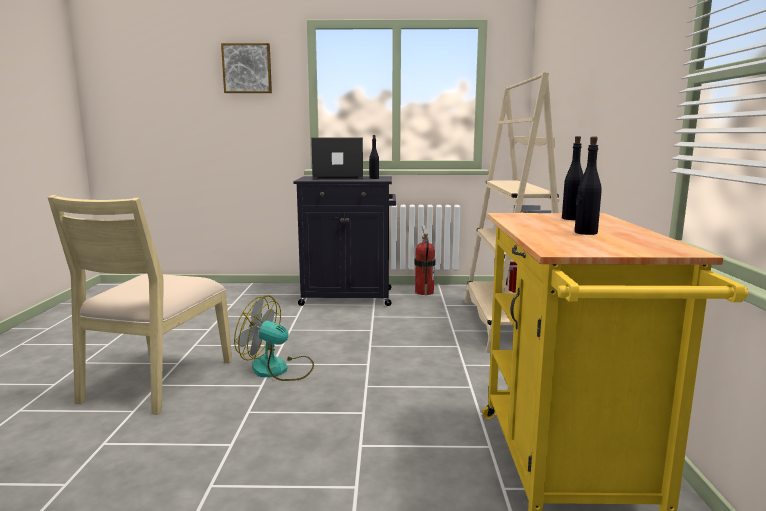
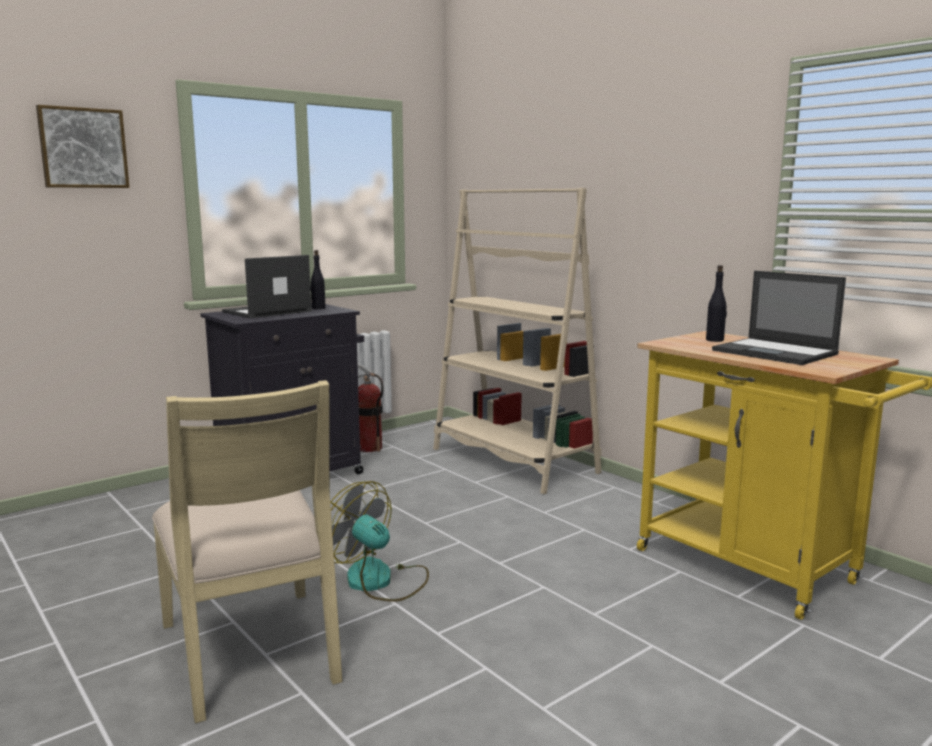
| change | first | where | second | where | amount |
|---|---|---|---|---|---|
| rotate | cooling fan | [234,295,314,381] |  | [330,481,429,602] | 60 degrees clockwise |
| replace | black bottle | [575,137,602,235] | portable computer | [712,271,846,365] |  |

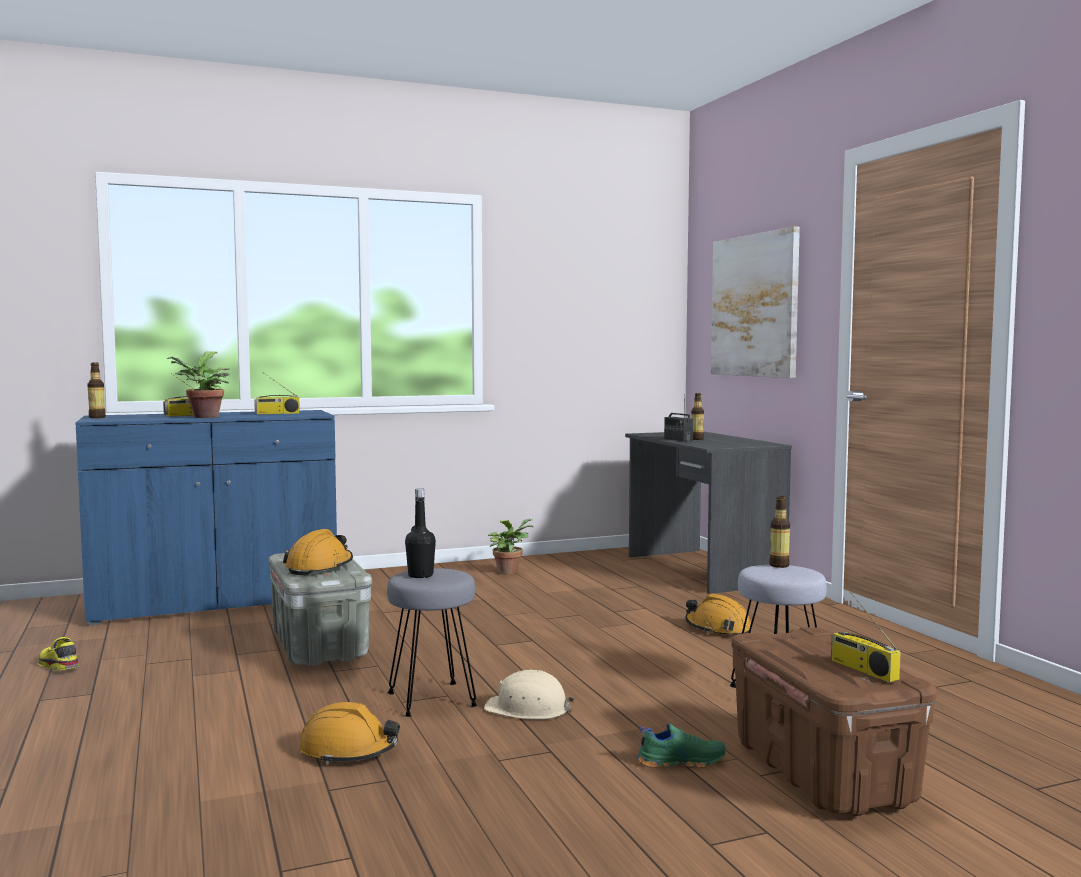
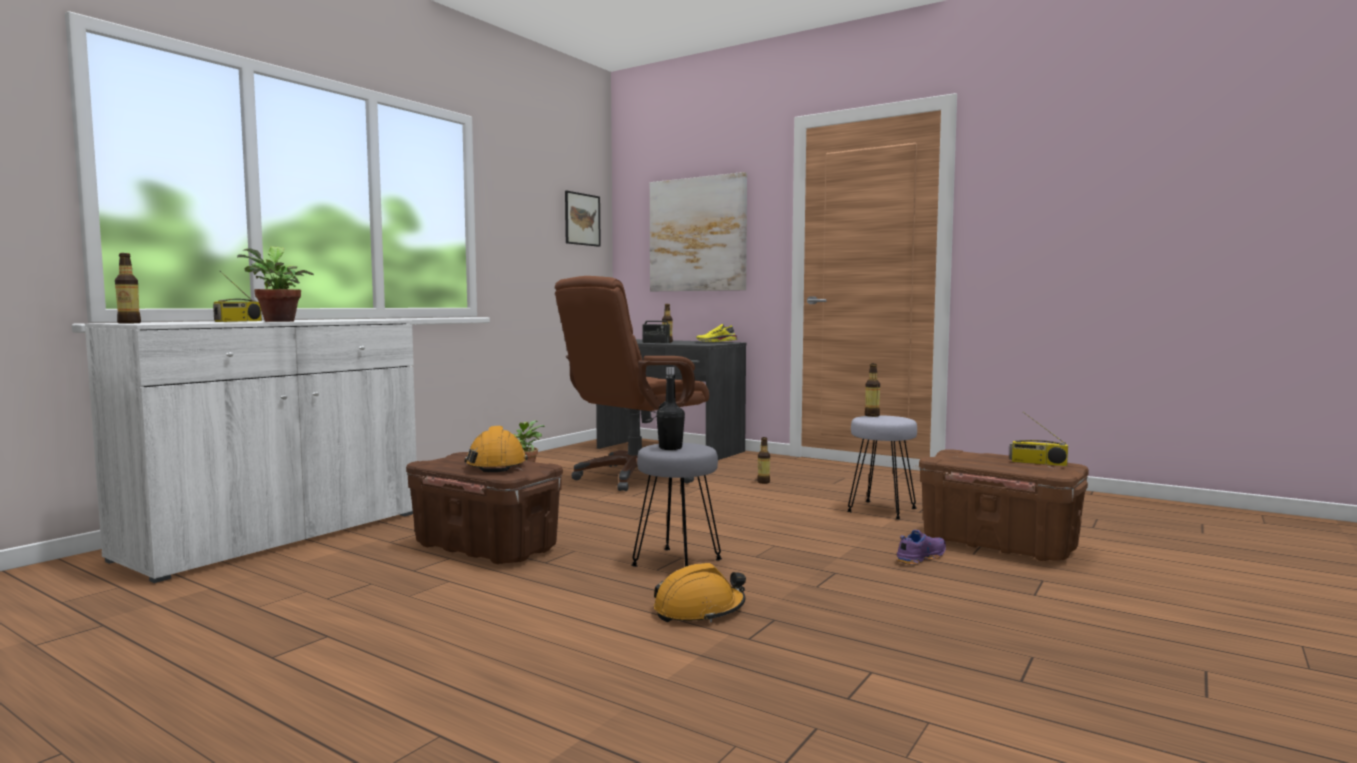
| change | first | where | second | where | amount |
|---|---|---|---|---|---|
| recolor | blue-coloured cabinet | [75,410,337,626] | white cabinet | [85,319,417,583] |  |
| recolor | greyish storage container | [269,553,372,666] | brownish storage container | [406,452,563,564] |  |
| insert |  |  | brownish computer chair | [555,276,709,491] |  |
| insert |  |  | wall art | [565,191,601,247] |  |
| move | yellow low shoe | [38,637,79,670] |  | [696,324,737,342] |  |
| replace | orange-coloured hard hat | [685,594,752,635] | bottle | [757,437,770,484] |  |
| recolor | green-coloured low shoe | [637,723,726,768] | purple-coloured low shoe | [896,530,946,565] |  |
| delete | radio | [254,373,300,414] |  |  |  |
| delete | sand-coloured hard hat | [484,670,574,720] |  |  |  |

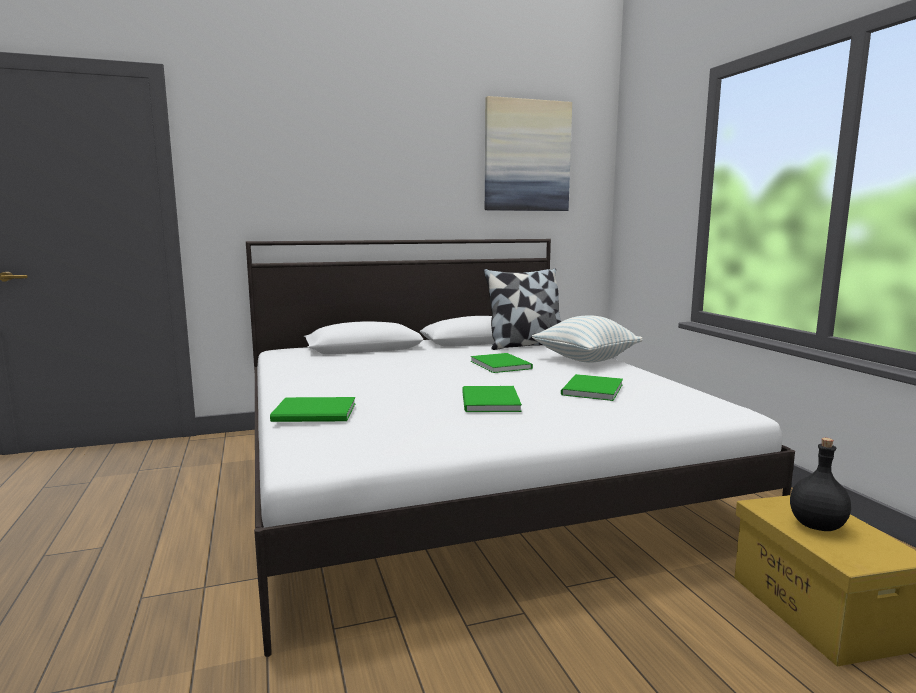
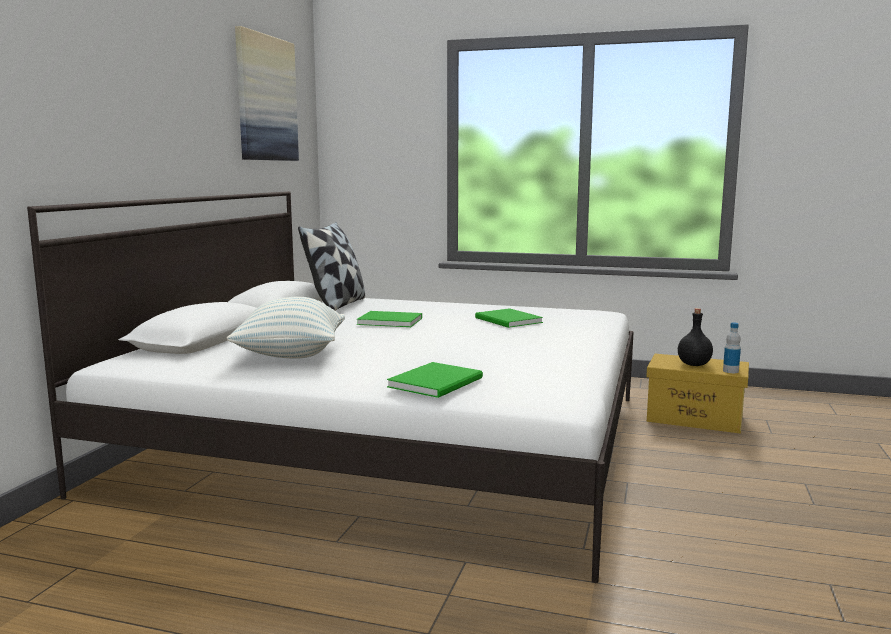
| change | first | where | second | where | amount |
|---|---|---|---|---|---|
| move | throw pillow | [532,316,643,363] |  | [227,297,345,359] |  |
| insert |  |  | bottle | [723,322,741,373] |  |
| delete | green-coloured book | [462,386,522,412] |  |  |  |

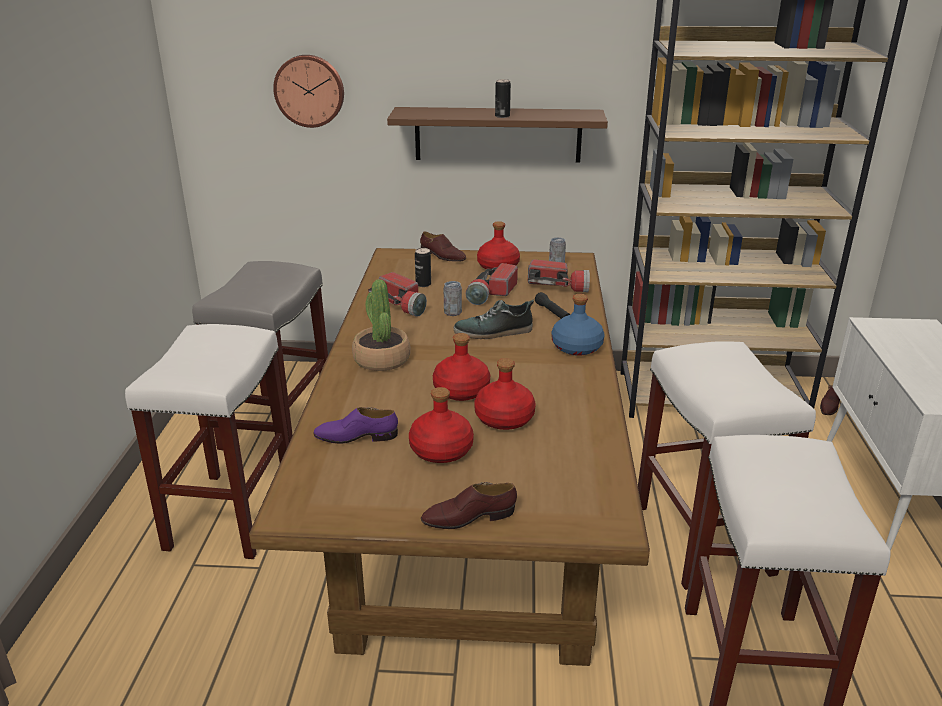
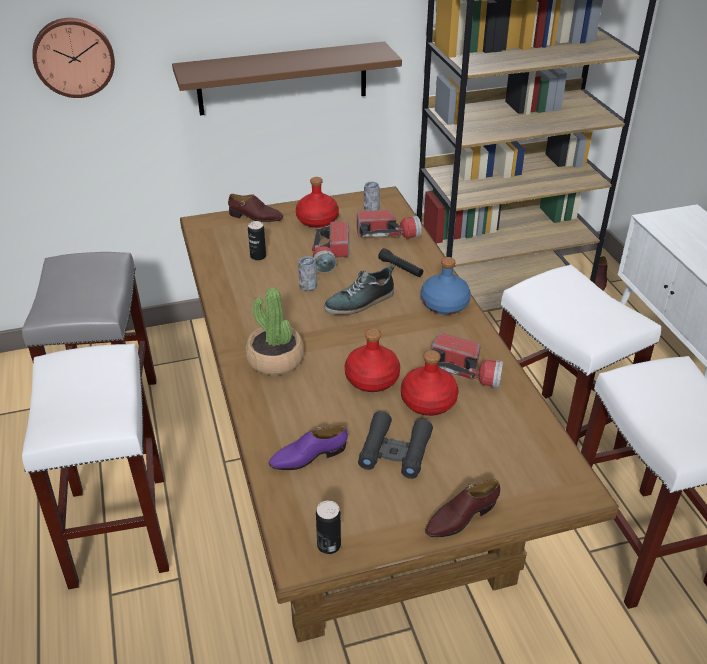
| change | first | where | second | where | amount |
|---|---|---|---|---|---|
| move | can | [495,79,511,118] |  | [316,501,341,554] |  |
| replace | reddish bottle | [409,387,474,463] | black binoculars | [358,411,433,479] |  |
| move | flashlight | [368,272,427,317] |  | [431,333,503,388] |  |

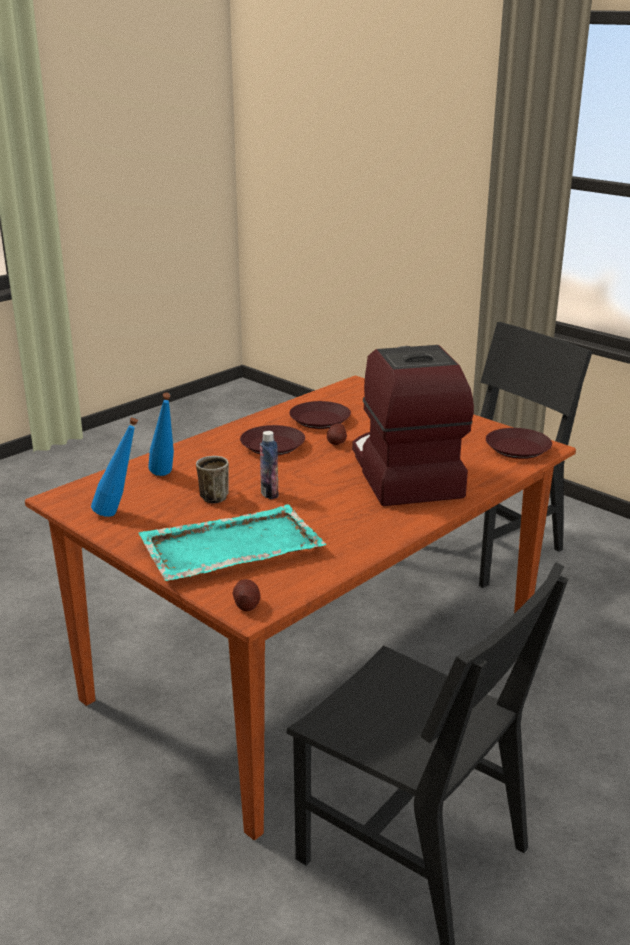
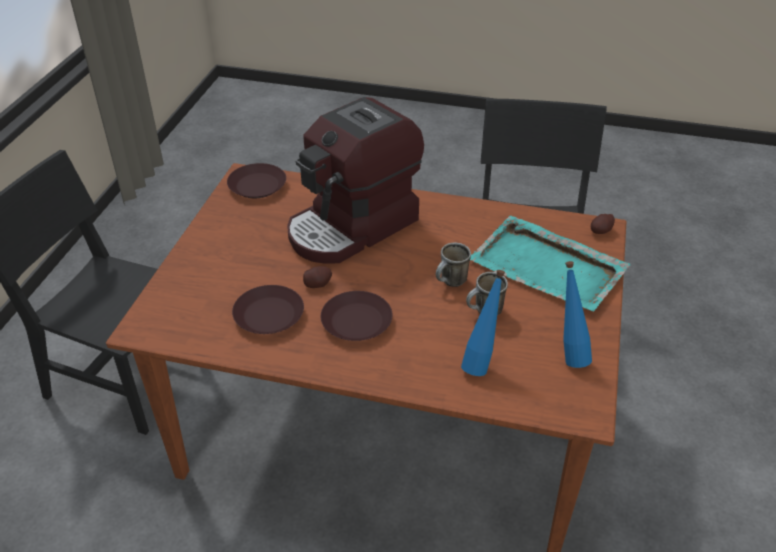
| change | first | where | second | where | amount |
|---|---|---|---|---|---|
| replace | bottle | [260,431,278,499] | mug | [436,242,471,287] |  |

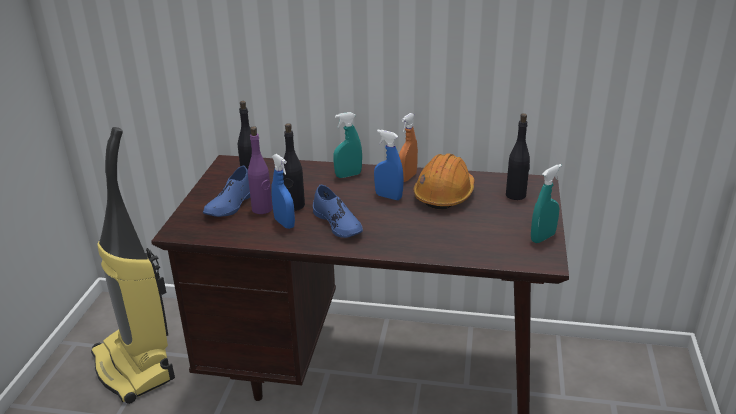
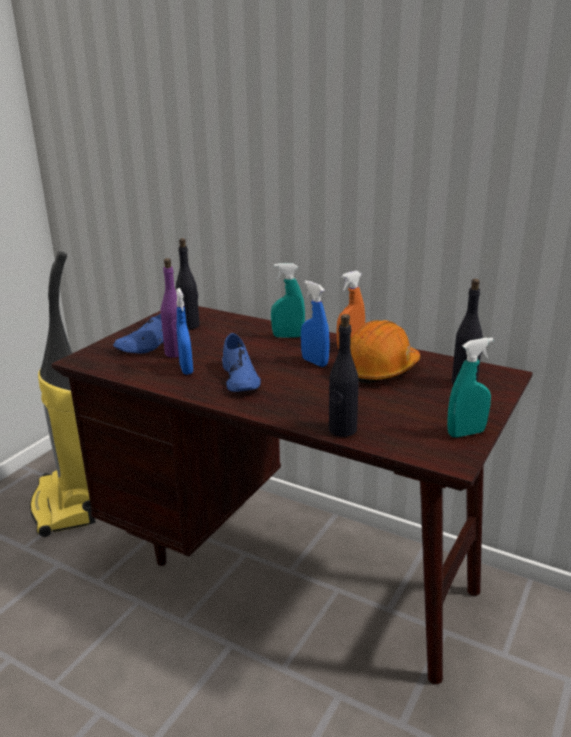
| change | first | where | second | where | amount |
|---|---|---|---|---|---|
| move | black bottle | [283,123,305,211] |  | [329,314,359,437] |  |

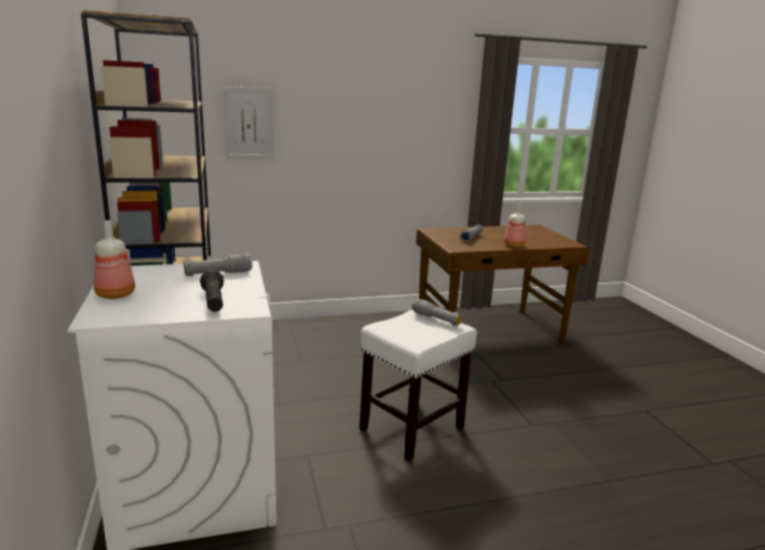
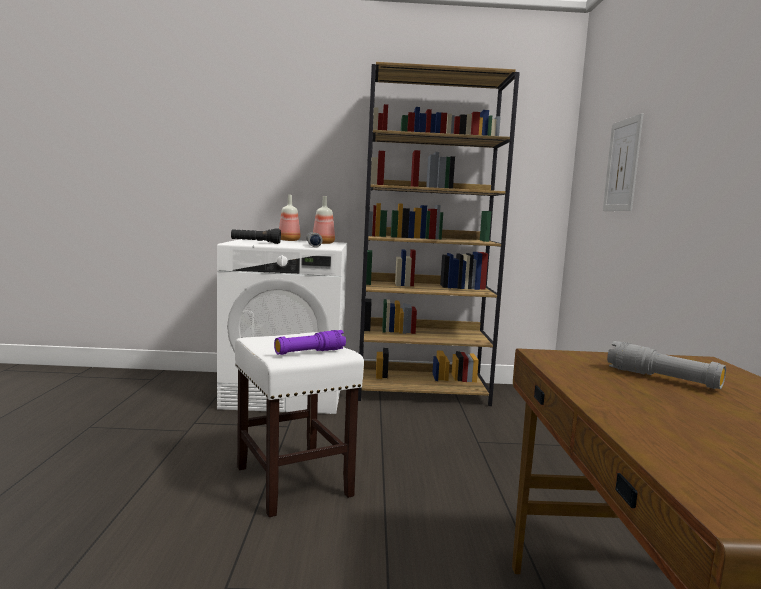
| change | first | where | second | where | amount |
|---|---|---|---|---|---|
| recolor | greyish flashlight | [412,298,462,326] | purple-coloured flashlight | [274,330,346,355] |  |
| move | bottle | [504,203,526,247] |  | [313,196,335,244] |  |

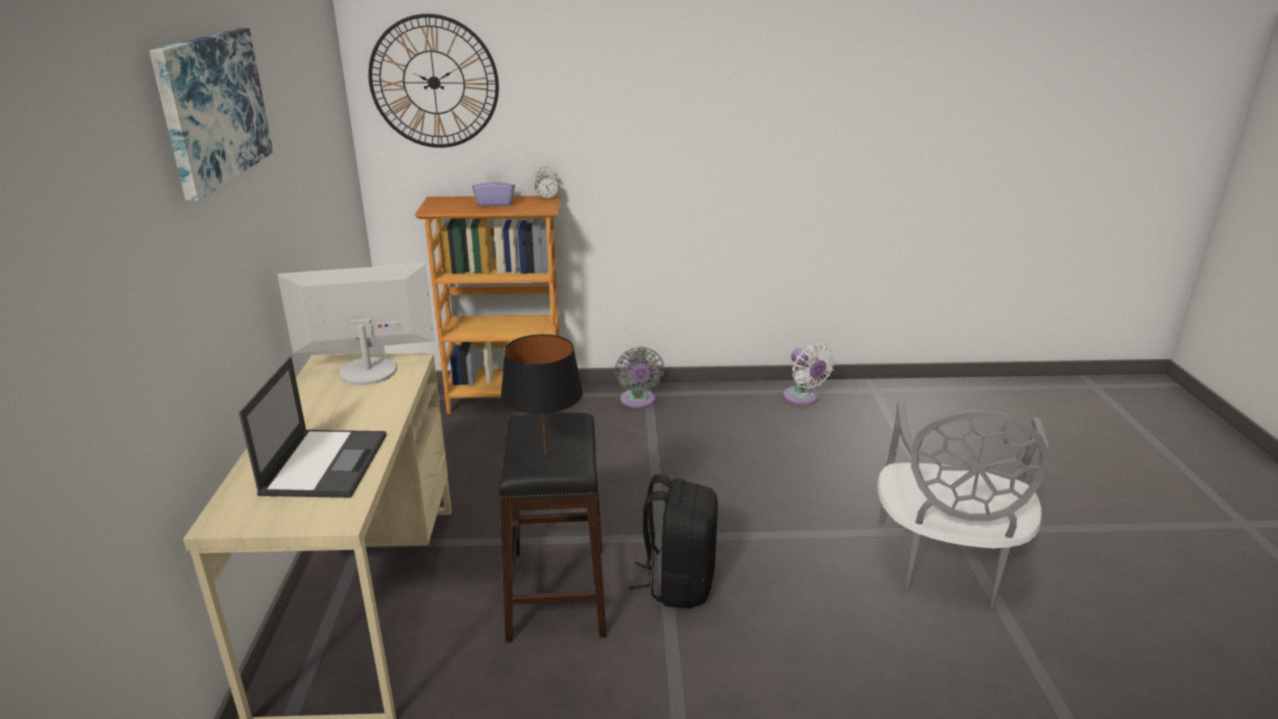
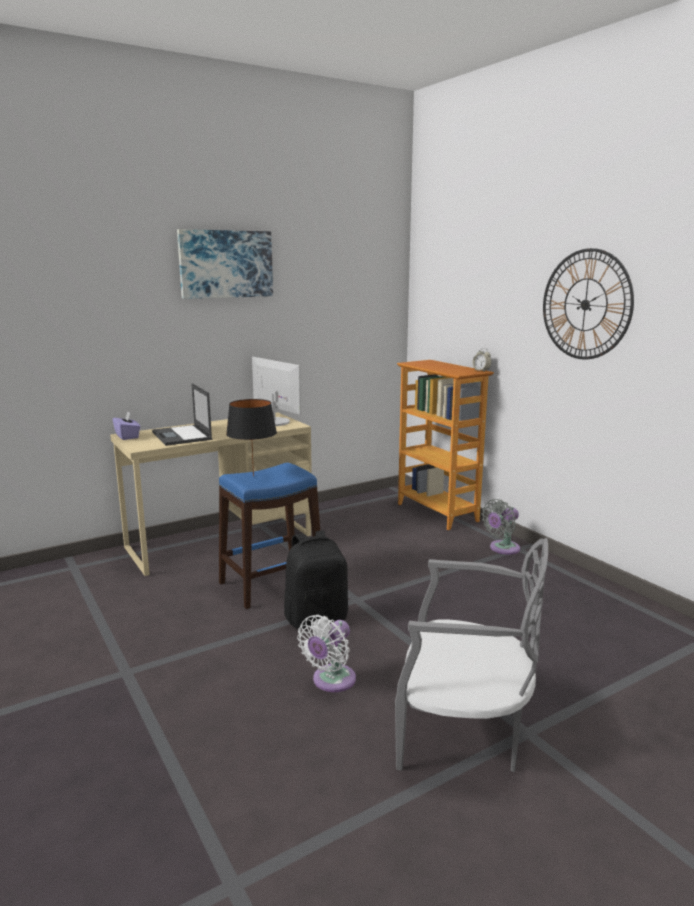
| change | first | where | second | where | amount |
|---|---|---|---|---|---|
| move | purple-coloured box of tissues | [472,172,515,206] |  | [113,411,140,440] |  |
| rotate | portable computer | [239,357,386,498] |  | [152,383,212,446] | 90 degrees clockwise |
| recolor | black stool seat | [499,413,606,643] | blue-coloured stool seat | [219,463,320,609] |  |
| move | white cooling fan | [783,343,835,405] |  | [297,615,356,692] |  |
| rotate | greyish chair | [877,401,1049,608] |  | [395,538,548,772] | 150 degrees counterclockwise |
| move | clock on the wall | [368,14,499,148] |  | [543,248,634,359] |  |

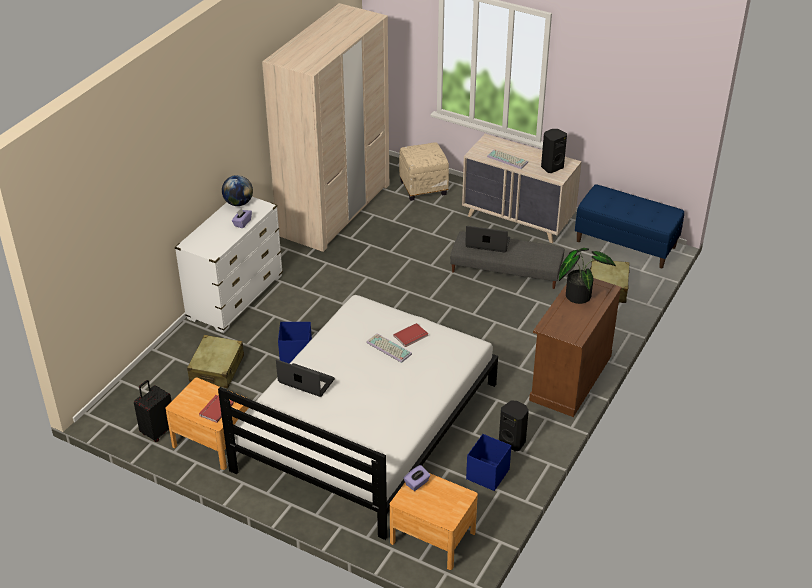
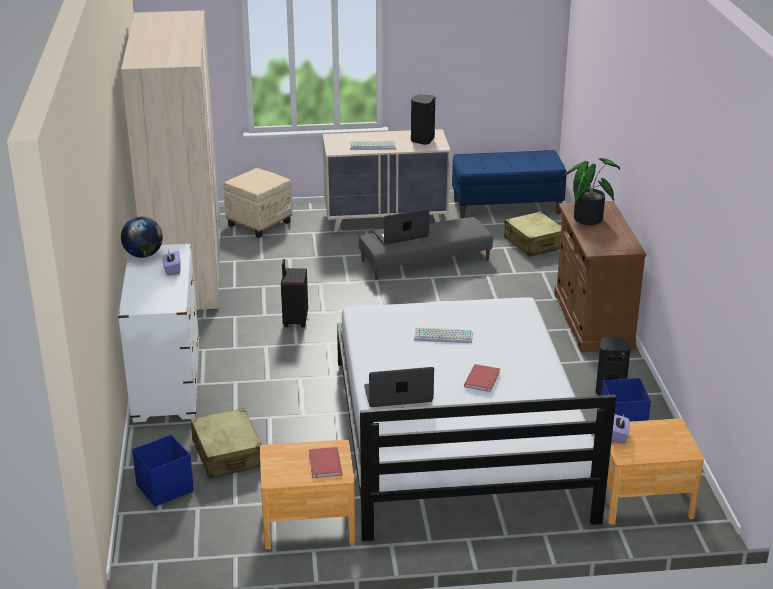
| change | first | where | second | where | amount |
|---|---|---|---|---|---|
| move | blue-coloured storage container | [278,322,312,364] |  | [132,435,194,507] |  |
| move | black piece of luggage | [134,380,171,442] |  | [281,259,308,328] |  |
| move | reddish book | [394,323,428,347] |  | [464,364,500,392] |  |

